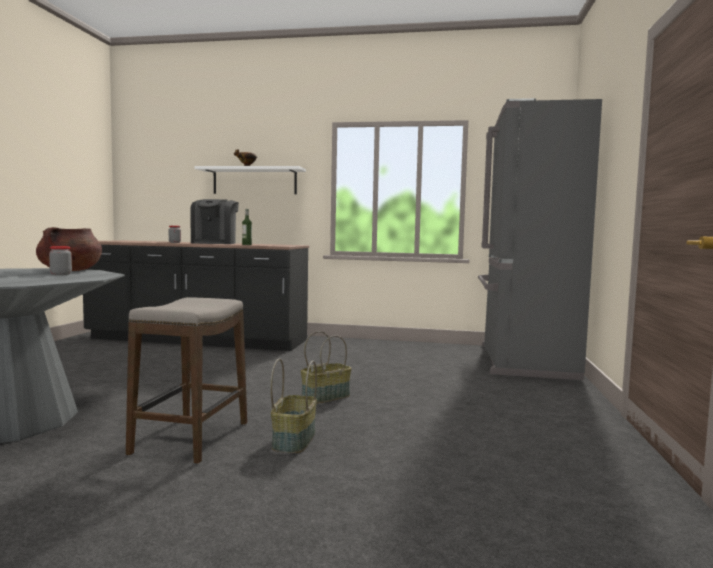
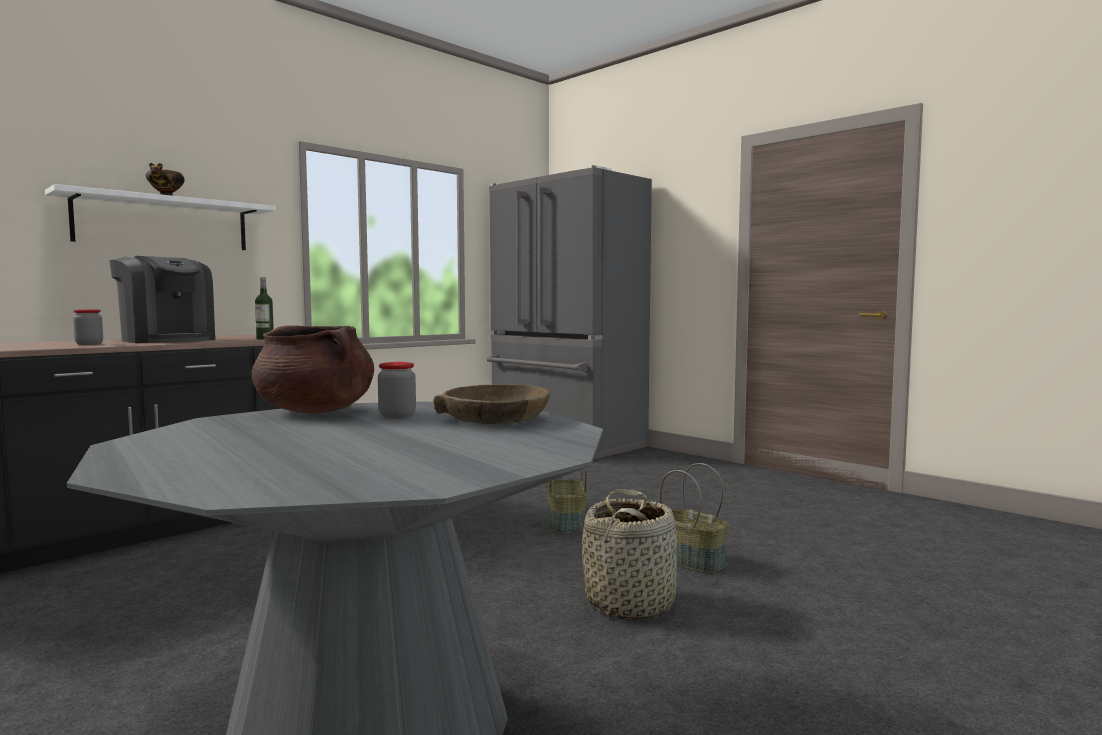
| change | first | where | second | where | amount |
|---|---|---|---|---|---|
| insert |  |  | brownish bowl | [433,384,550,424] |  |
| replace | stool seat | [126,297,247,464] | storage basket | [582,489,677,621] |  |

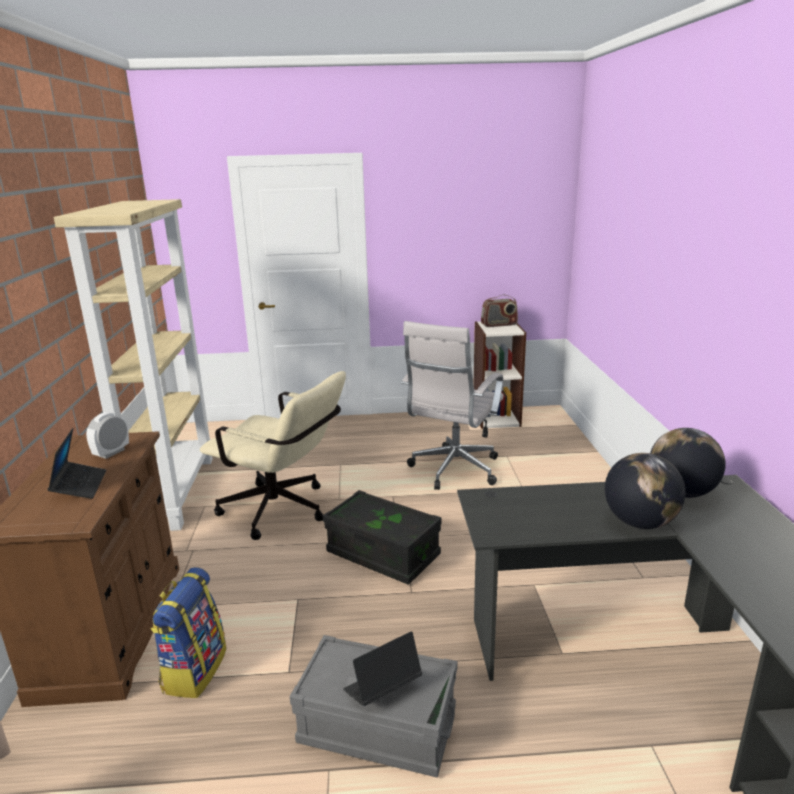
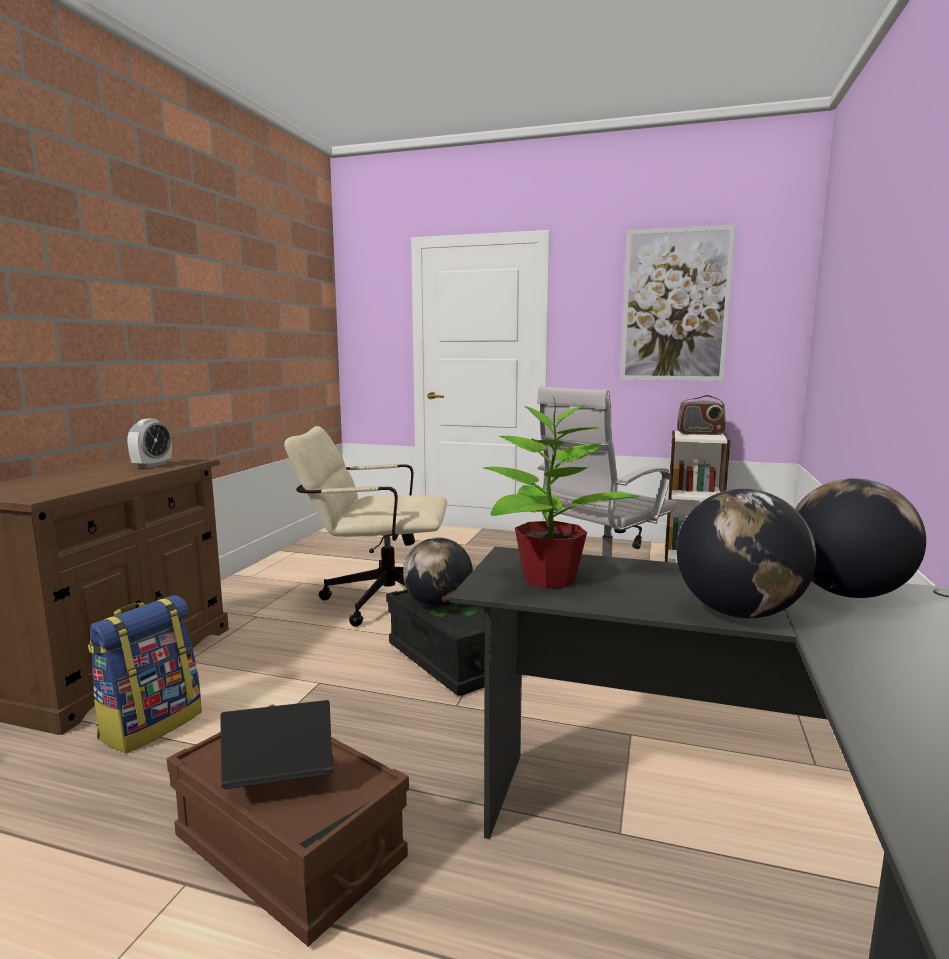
| change | first | where | second | where | amount |
|---|---|---|---|---|---|
| rotate | bedside clock | [86,412,129,459] |  | [127,419,172,468] | 150 degrees clockwise |
| recolor | greyish storage container | [290,635,458,777] | brownish storage container | [167,704,409,947] |  |
| rotate | sand-coloured computer chair | [200,371,346,540] |  | [284,426,447,627] | 135 degrees clockwise |
| insert |  |  | world globe | [403,538,473,608] |  |
| insert |  |  | potted plant | [483,397,639,589] |  |
| insert |  |  | wall art | [620,224,736,381] |  |
| delete | portable computer | [47,428,106,499] |  |  |  |
| delete | sand-coloured shelving unit | [54,199,213,531] |  |  |  |

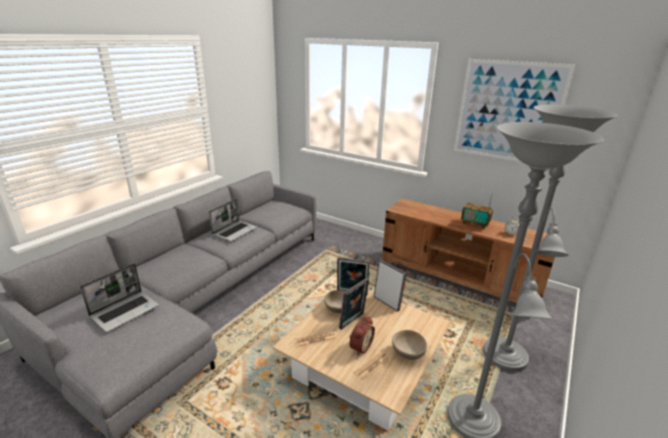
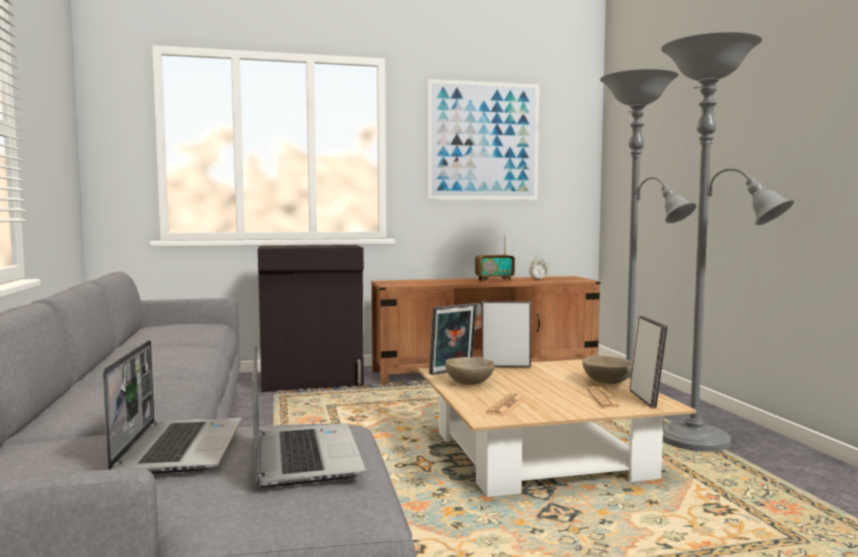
| change | first | where | second | where | amount |
|---|---|---|---|---|---|
| move | portable computer | [209,199,257,242] |  | [252,347,366,488] |  |
| insert |  |  | black cabinet | [258,245,364,392] |  |
| move | picture frame | [339,278,369,330] |  | [630,316,668,408] |  |
| delete | bedside clock | [349,316,375,356] |  |  |  |

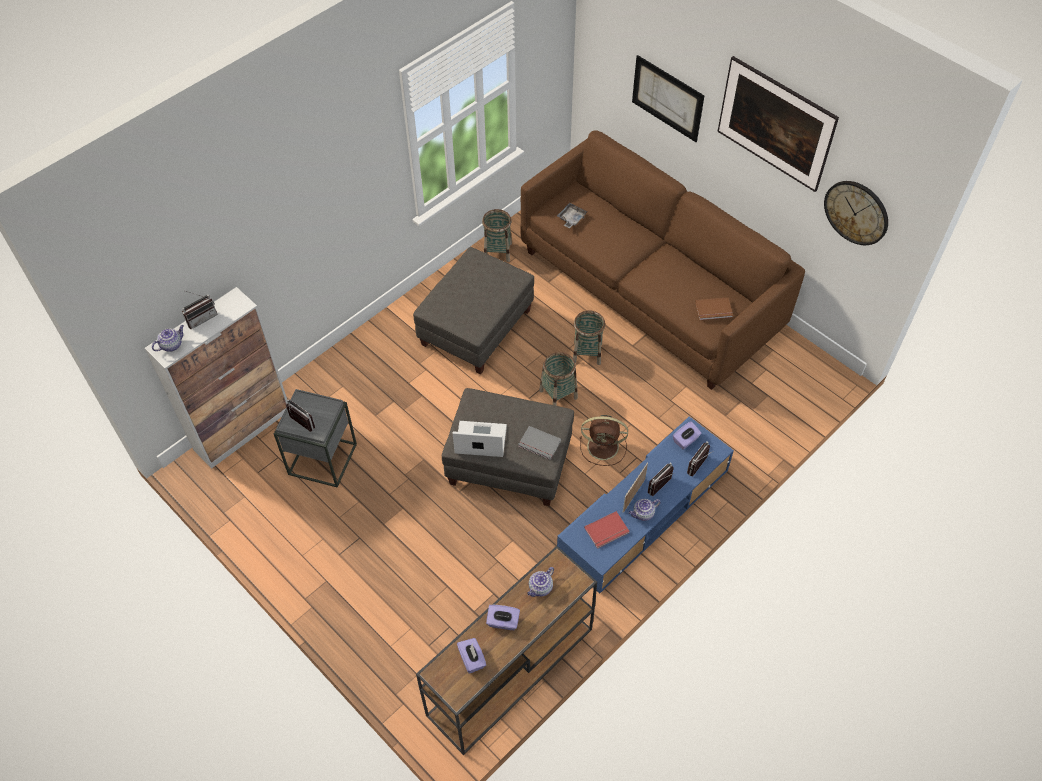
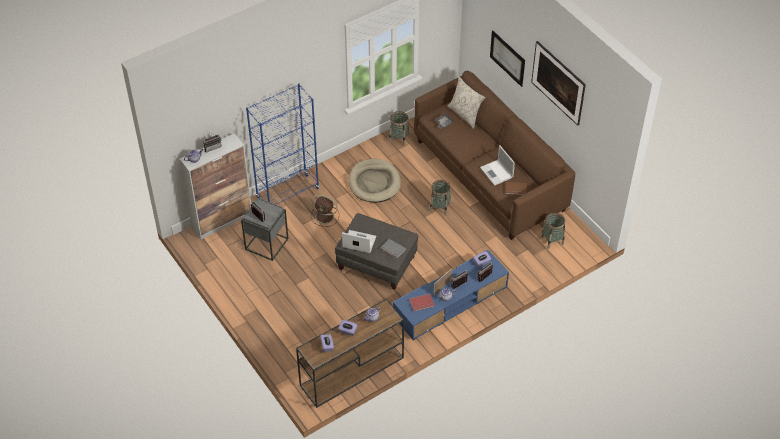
| change | first | where | second | where | amount |
|---|---|---|---|---|---|
| insert |  |  | blue-coloured shelving unit | [246,83,319,205] |  |
| move | brownish cooling fan | [580,415,628,466] |  | [311,195,339,227] |  |
| replace | greyish ottoman | [413,247,534,374] | sand-coloured pet bed | [349,159,401,202] |  |
| insert |  |  | sand-coloured throw pillow | [447,76,486,129] |  |
| insert |  |  | portable computer | [480,145,515,185] |  |
| move | storage basket | [539,352,578,406] |  | [541,213,565,249] |  |
| delete | clock on the wall | [824,181,888,245] |  |  |  |

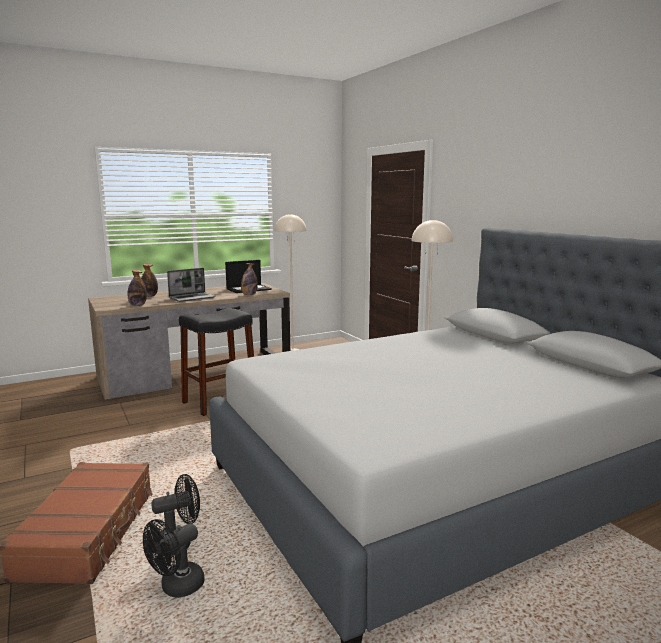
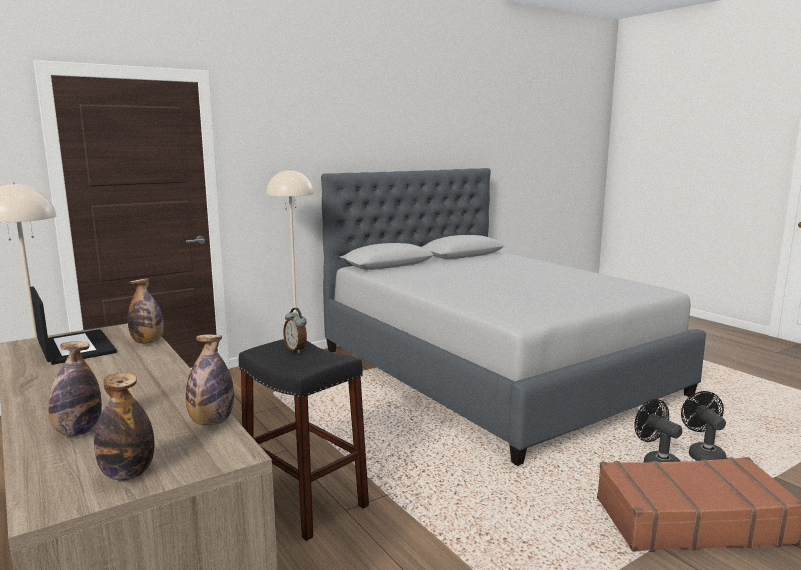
| change | first | where | second | where | amount |
|---|---|---|---|---|---|
| insert |  |  | bottle | [94,372,155,481] |  |
| insert |  |  | bedside clock | [283,308,307,353] |  |
| rotate | black cooling fan | [143,519,205,598] |  | [681,391,727,461] | 135 degrees counterclockwise |
| delete | portable computer | [167,268,216,302] |  |  |  |

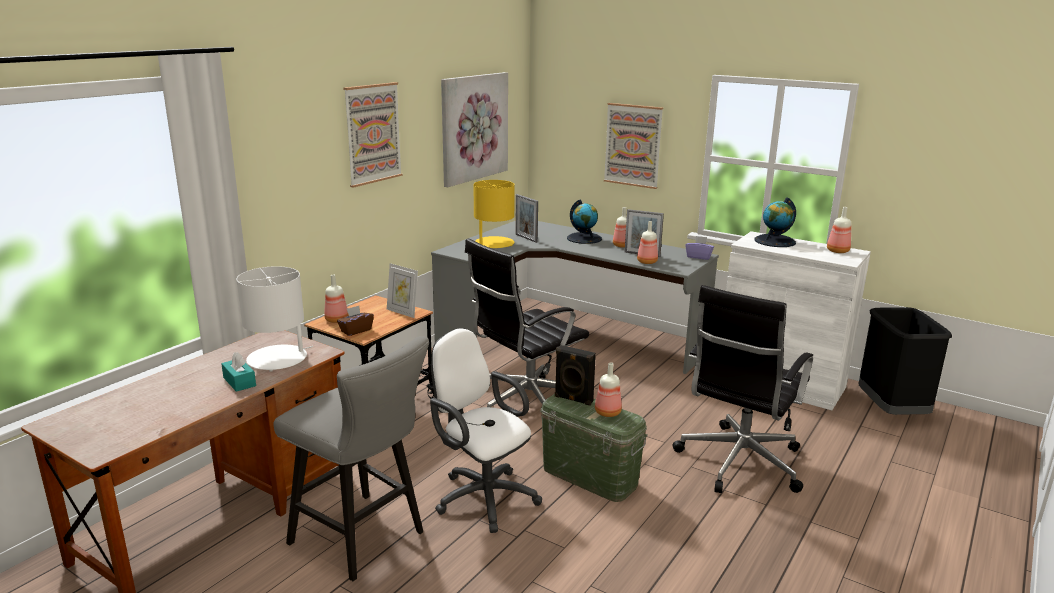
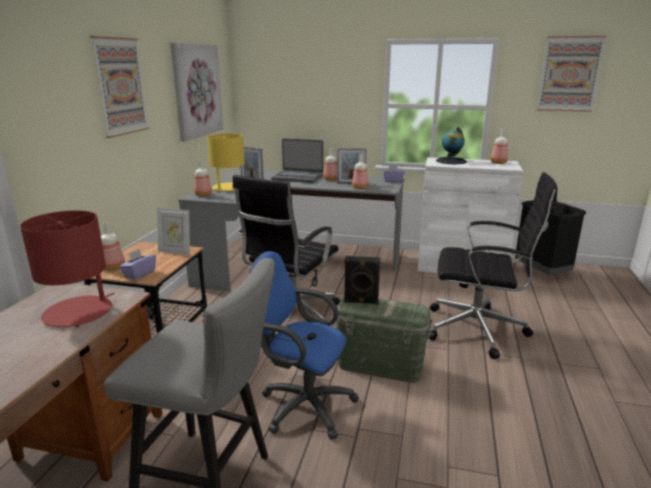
| change | first | where | second | where | amount |
|---|---|---|---|---|---|
| recolor | white tabletop lamp | [236,266,313,372] | reddish tabletop lamp | [20,210,115,327] |  |
| recolor | brownish box of tissues | [337,306,374,336] | purple-coloured box of tissues | [119,249,156,280] |  |
| move | bottle | [595,362,622,417] |  | [194,160,212,197] |  |
| recolor | white computer chair | [430,328,542,533] | blue-coloured computer chair | [249,251,359,440] |  |
| replace | world globe | [567,199,602,244] | portable computer | [271,139,323,183] |  |
| rotate | black computer chair | [673,285,813,493] |  | [427,172,557,359] | 90 degrees counterclockwise |
| move | wall art | [604,103,663,189] |  | [536,36,607,112] |  |
| delete | blue-green box of tissues | [221,352,256,392] |  |  |  |

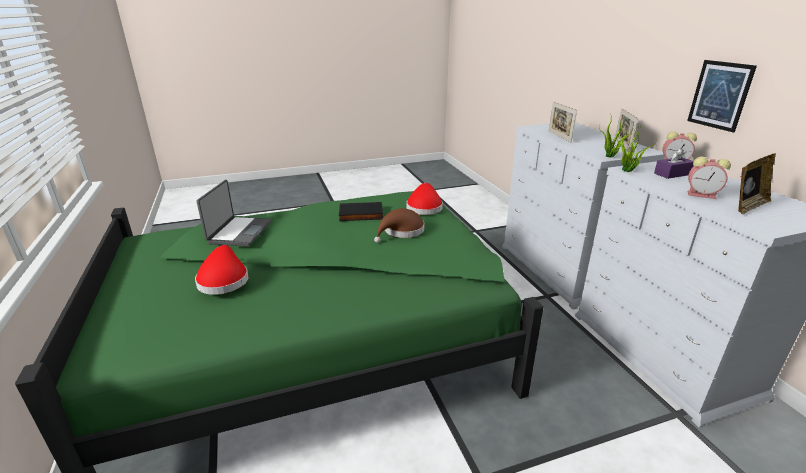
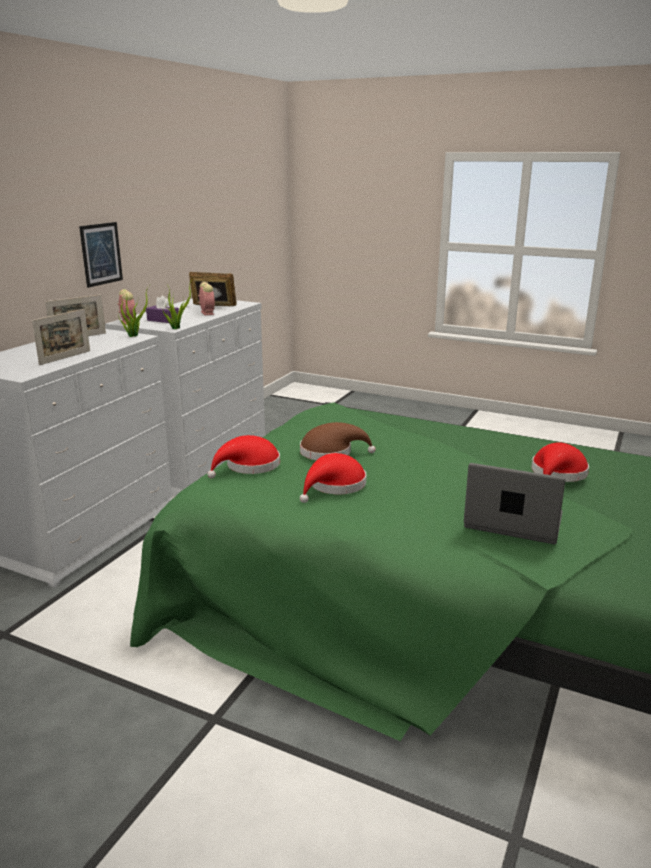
| change | first | where | second | where | amount |
|---|---|---|---|---|---|
| replace | black book | [339,202,383,221] | reddish hat | [300,453,366,503] |  |
| rotate | portable computer | [196,180,272,247] |  | [464,463,566,544] | 60 degrees clockwise |

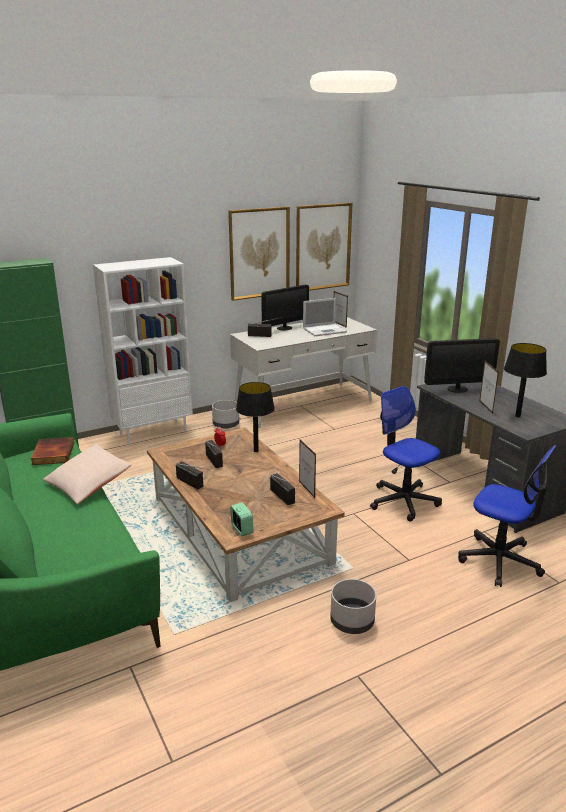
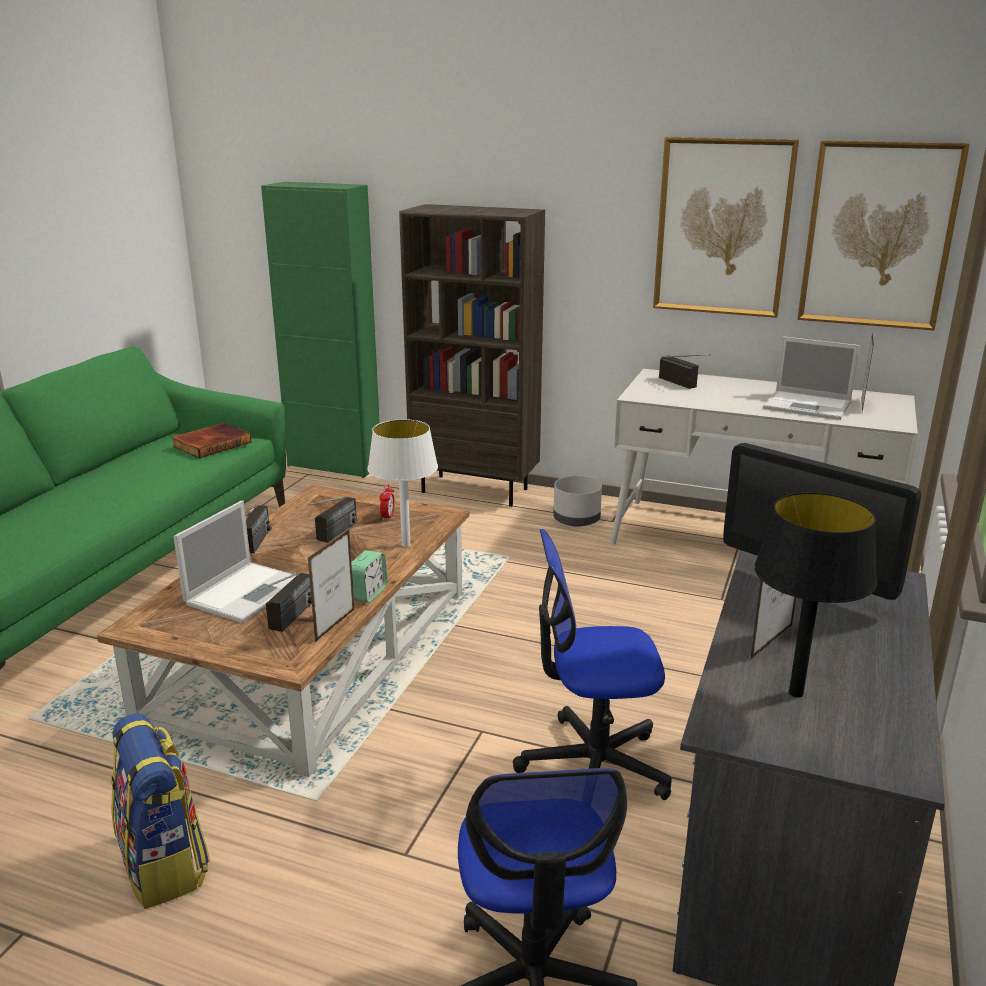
| change | first | where | second | where | amount |
|---|---|---|---|---|---|
| replace | greyish flower pot | [330,579,376,634] | backpack | [111,713,210,909] |  |
| insert |  |  | portable computer | [173,500,296,623] |  |
| move | bedside clock | [230,502,254,536] |  | [351,550,387,603] |  |
| recolor | black tabletop lamp | [236,382,275,452] | white tabletop lamp | [367,419,438,547] |  |
| recolor | white shelving unit | [93,257,193,445] | brownish shelving unit | [399,204,545,507] |  |
| rotate | computer chair | [370,386,442,522] |  | [513,529,672,800] | 105 degrees counterclockwise |
| delete | sand-coloured throw pillow | [43,444,132,504] |  |  |  |
| delete | computer screen | [261,285,309,331] |  |  |  |

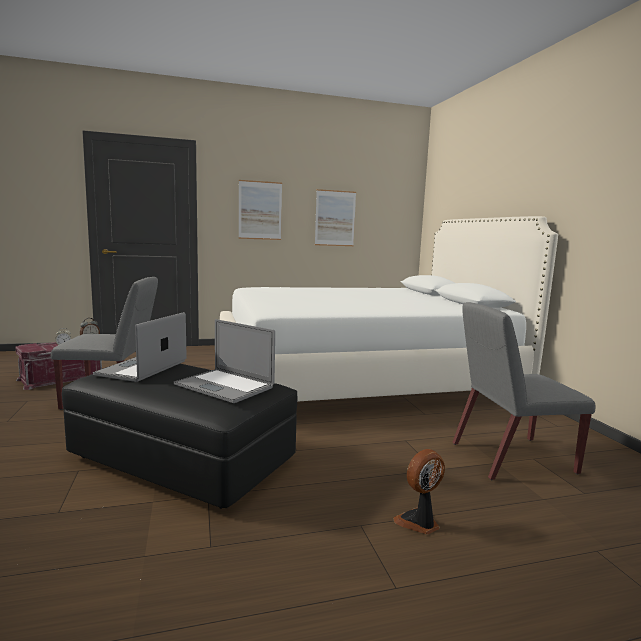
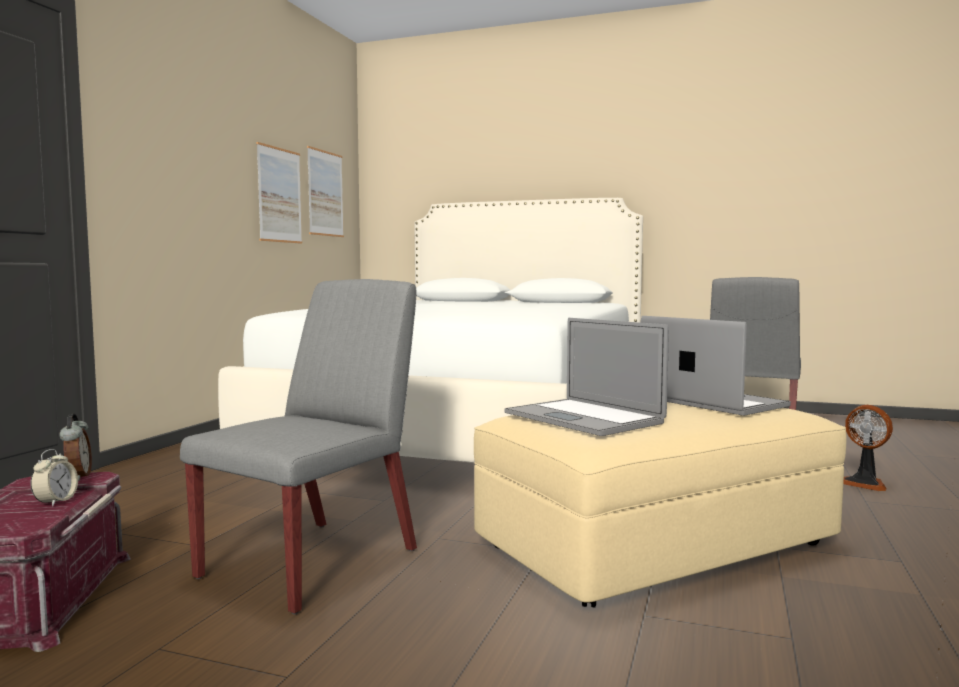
| change | first | where | second | where | amount |
|---|---|---|---|---|---|
| move | wall art | [239,180,282,240] |  | [307,146,344,237] |  |
| recolor | black ottoman | [62,364,297,509] | sand-coloured ottoman | [474,402,847,607] |  |
| rotate | portable computer | [174,319,275,403] |  | [641,316,791,416] | 105 degrees counterclockwise |
| rotate | cooling fan | [393,449,445,534] |  | [843,405,893,491] | 45 degrees counterclockwise |

